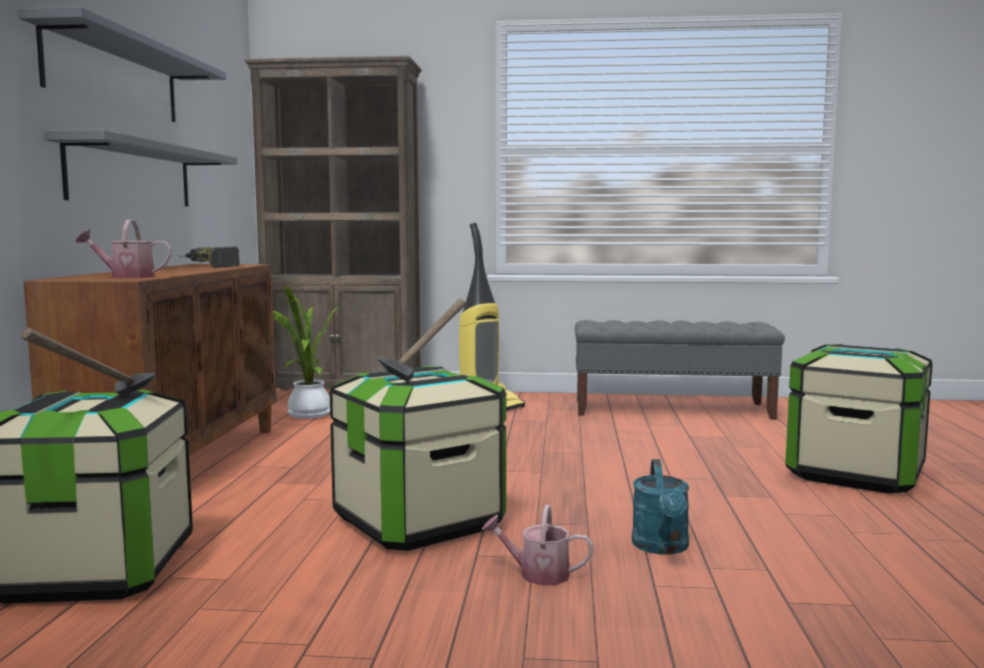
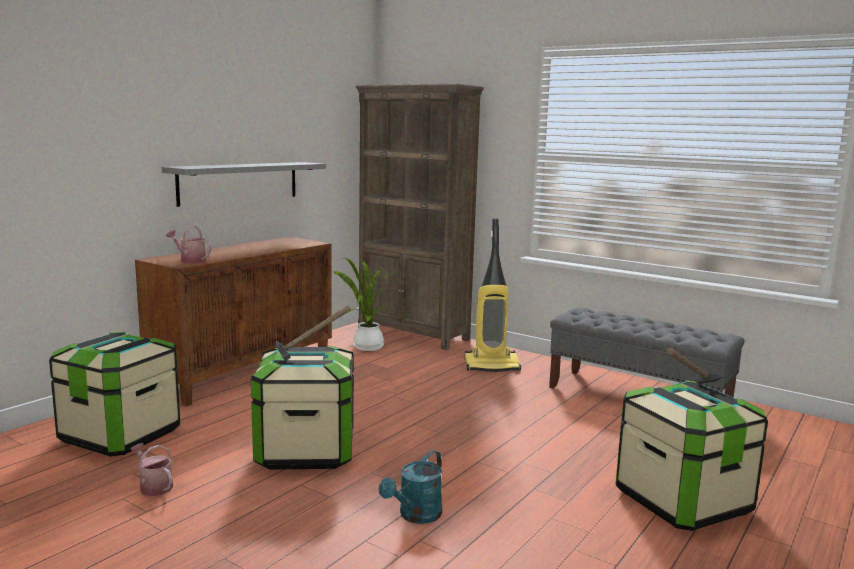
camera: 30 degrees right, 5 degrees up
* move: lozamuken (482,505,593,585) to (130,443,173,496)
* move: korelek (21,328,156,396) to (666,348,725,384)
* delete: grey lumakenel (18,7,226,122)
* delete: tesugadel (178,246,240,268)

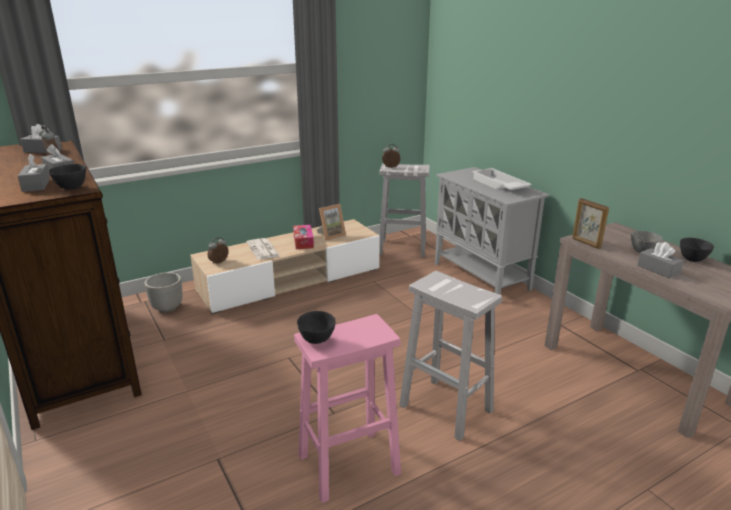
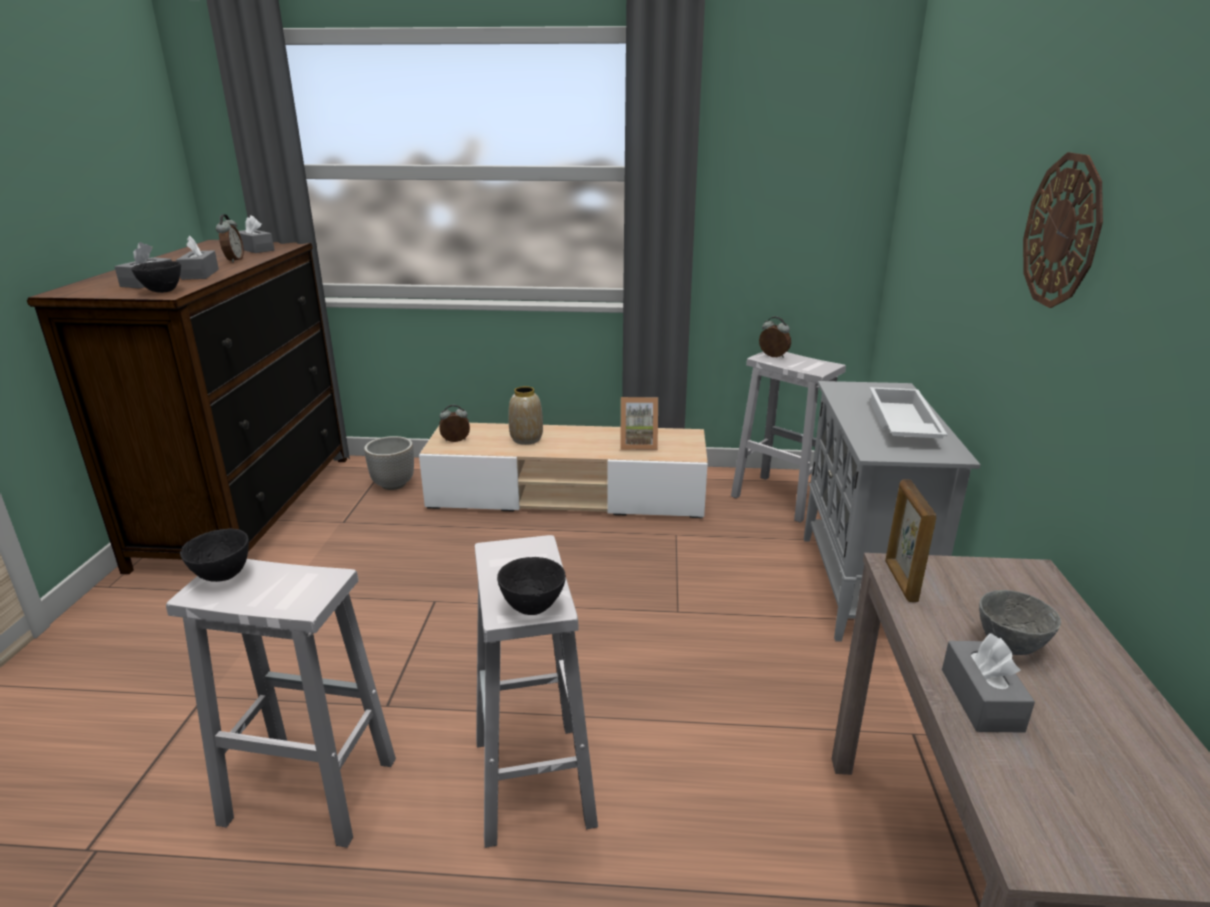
camera: 35 degrees right, 0 degrees up
* recolor: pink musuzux (294,314,401,503) to white musuzux (166,559,396,848)
* move: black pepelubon (680,238,714,262) to (497,557,566,615)
* replace: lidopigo (246,238,280,260) to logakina (508,386,543,445)
* insert: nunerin (1023,152,1103,308)
* delete: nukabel (293,225,314,249)

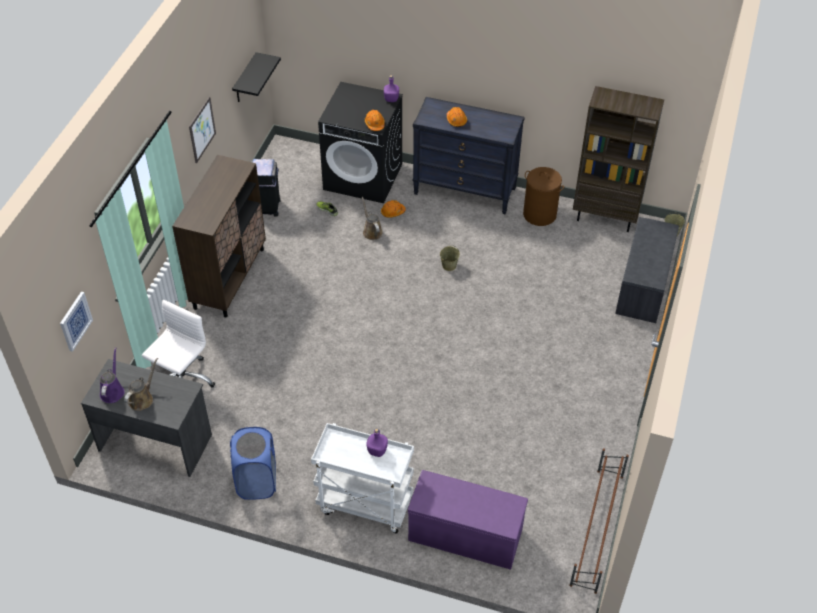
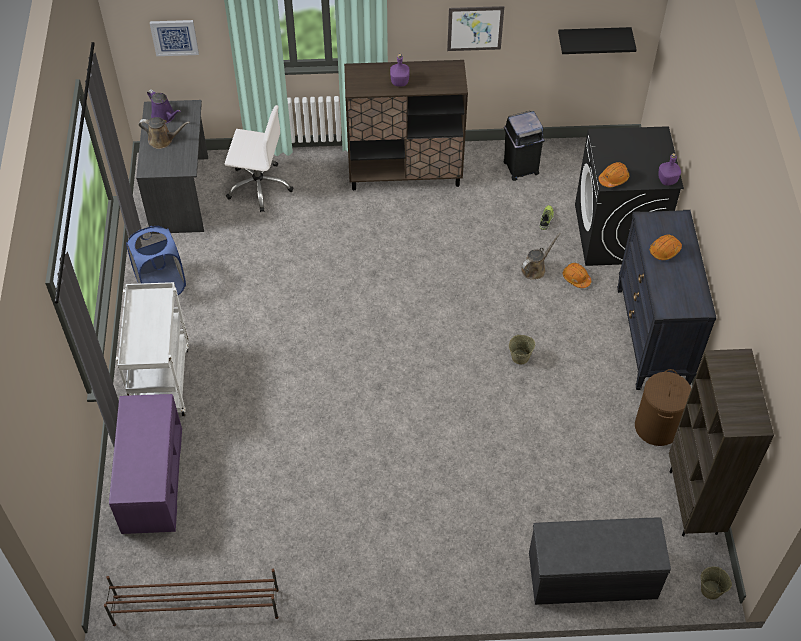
camera: 70 degrees right, 5 degrees up
* rotate: purple lozamuken (100,347,125,403) = (147,89,180,124) 60 degrees clockwise
* move: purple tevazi (366,428,388,457) to (390,54,410,86)

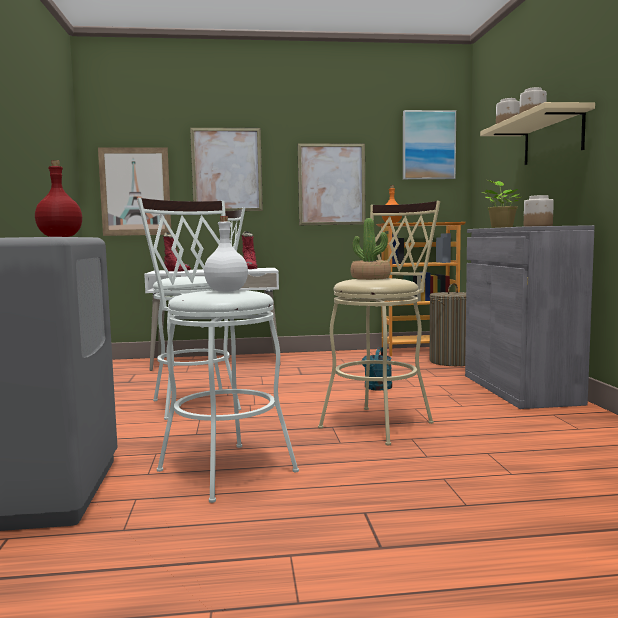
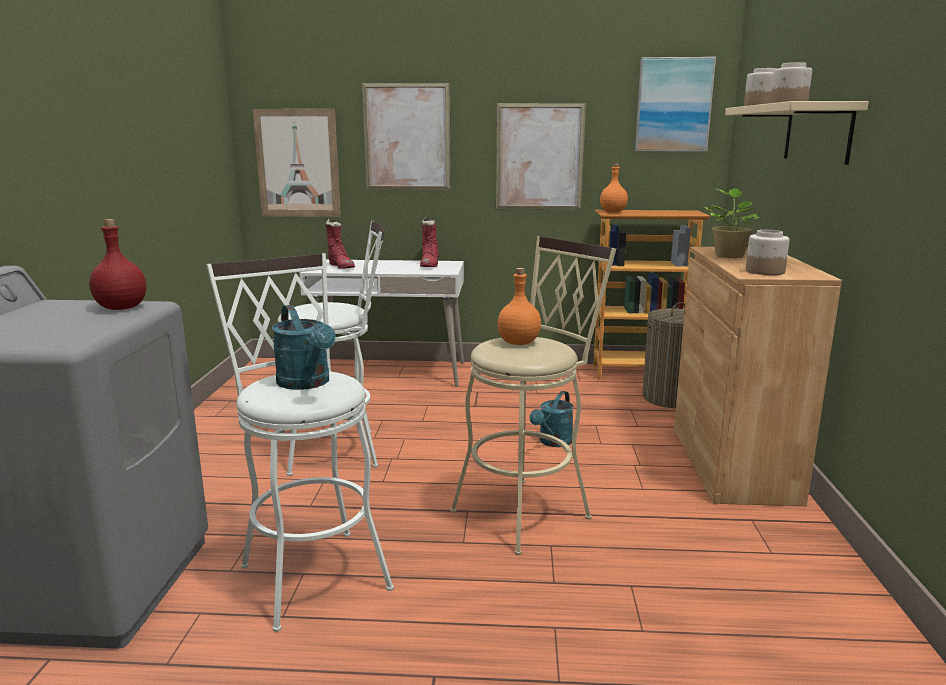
camera: 10 degrees right, 10 degrees up
* replace: white tevazi (204,216,248,292) to turquoise lozamuken (272,305,336,390)
* replace: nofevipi (351,218,391,280) to orange tevazi (497,268,541,345)
* recolor: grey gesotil (465,225,595,409) to brown gesotil (674,247,842,506)

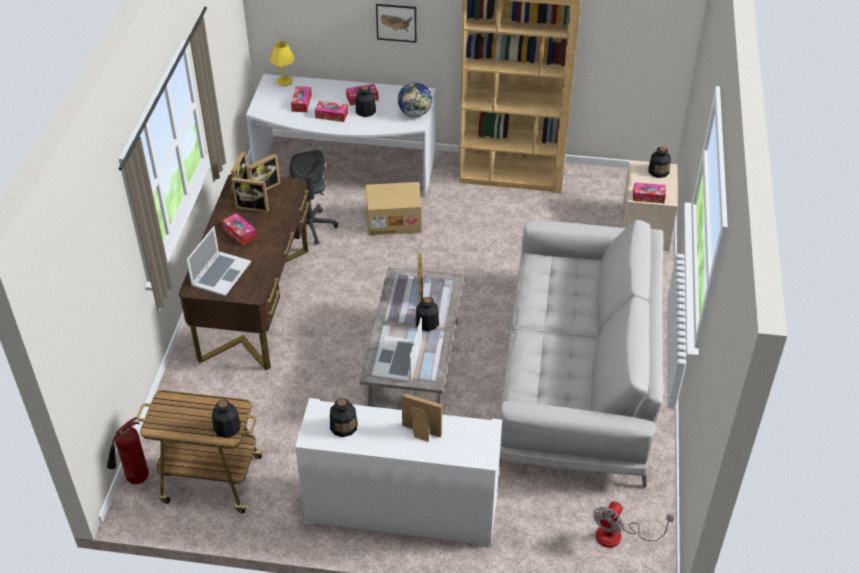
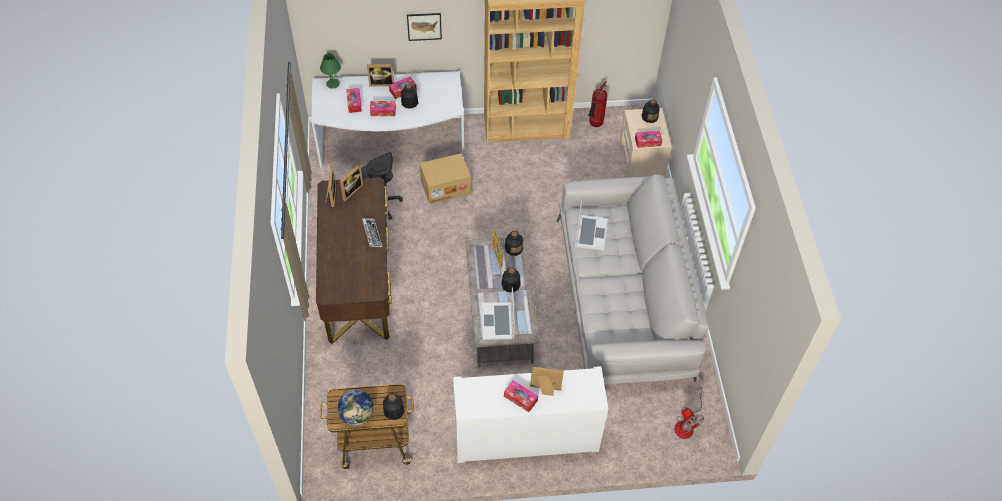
camera: 15 degrees left, 10 degrees up
* recolor: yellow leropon (270,41,295,86) to green leropon (320,53,341,89)
* move: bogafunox (398,82,432,117) to (338,390,373,426)
* insert: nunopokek (362,218,382,247)
* move: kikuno (231,177,269,213) to (367,64,394,86)
* move: nukabel (222,213,257,246) to (504,380,538,412)
* move: tevazi (330,398,357,437) to (505,231,523,256)
* move: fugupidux (186,226,251,296) to (575,199,608,251)
* move: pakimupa (107,417,149,484) to (588,81,608,127)
* rotate: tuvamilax (593,501,674,548) = (674,385,704,439) 45 degrees counterclockwise

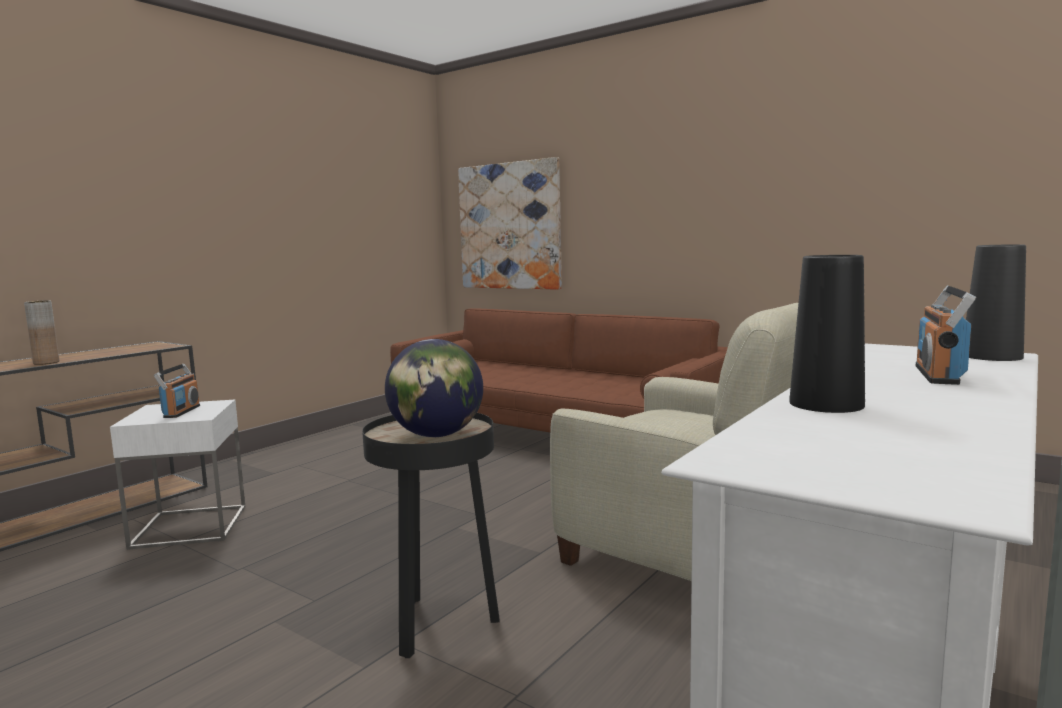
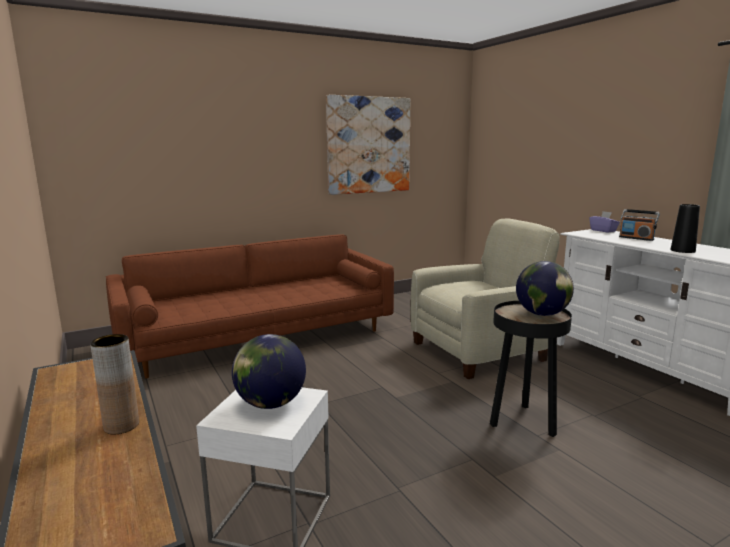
camera: 65 degrees left, 5 degrees up
* replace: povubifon (154,364,200,418) to bogafunox (232,334,306,409)
* move: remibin (458,157,562,290) to (326,95,410,195)
* replace: black logakina (966,244,1026,361) to purple nukabel (589,211,620,233)

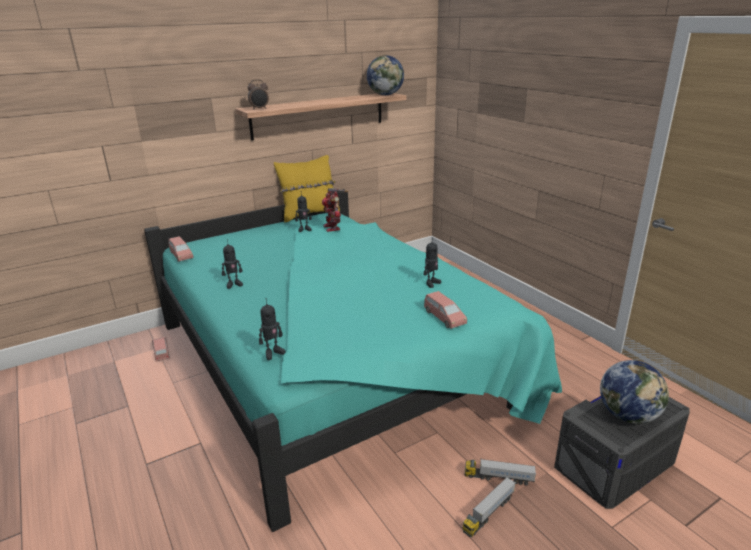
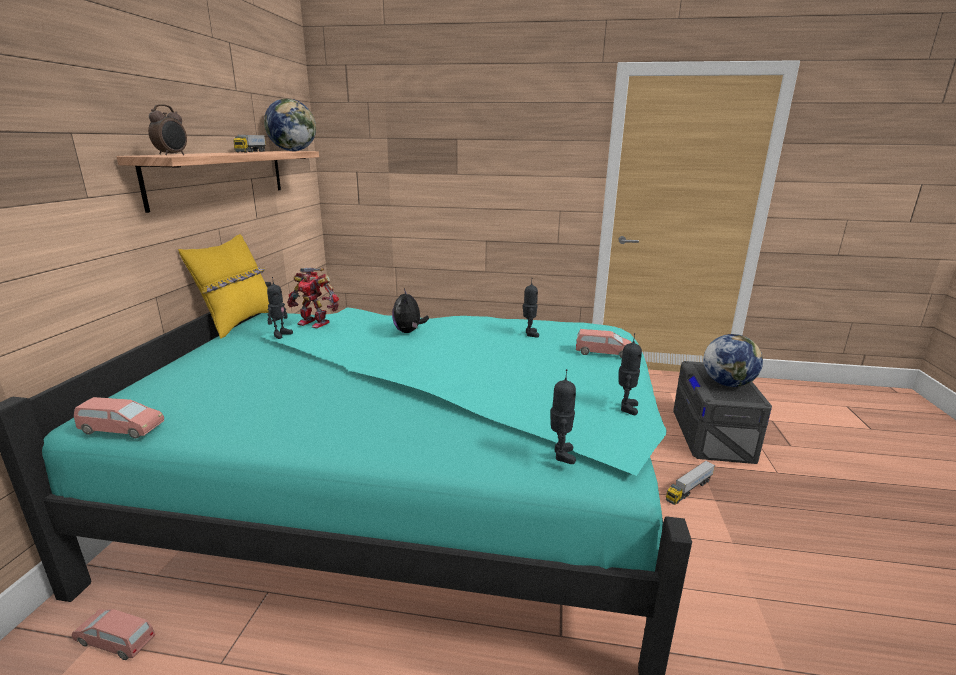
camera: 50 degrees left, 5 degrees down
* move: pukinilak (462,477,516,537) to (234,135,266,153)
* insert: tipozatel (392,289,429,333)
* move: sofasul (222,239,243,289) to (619,333,642,415)

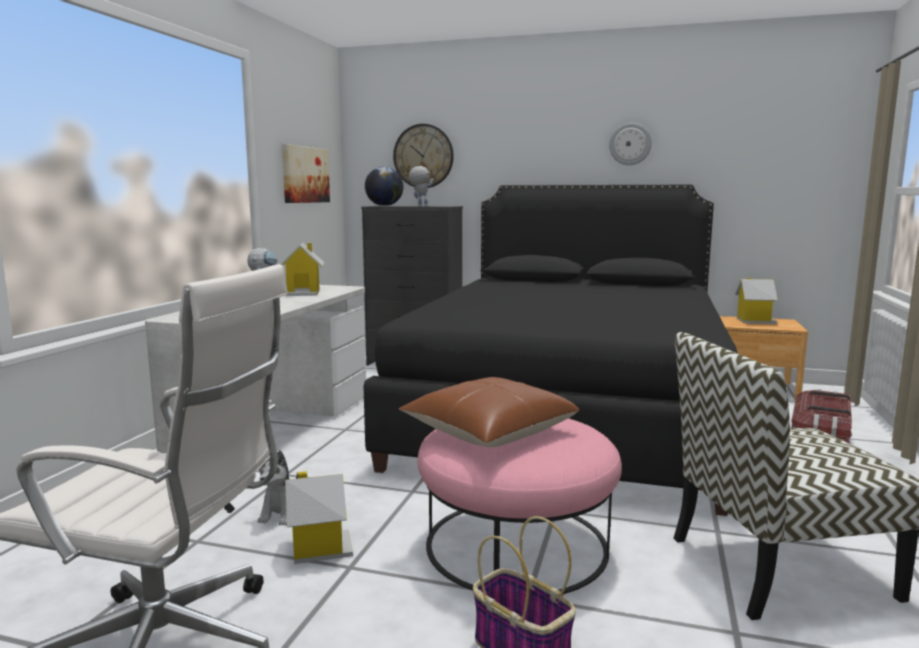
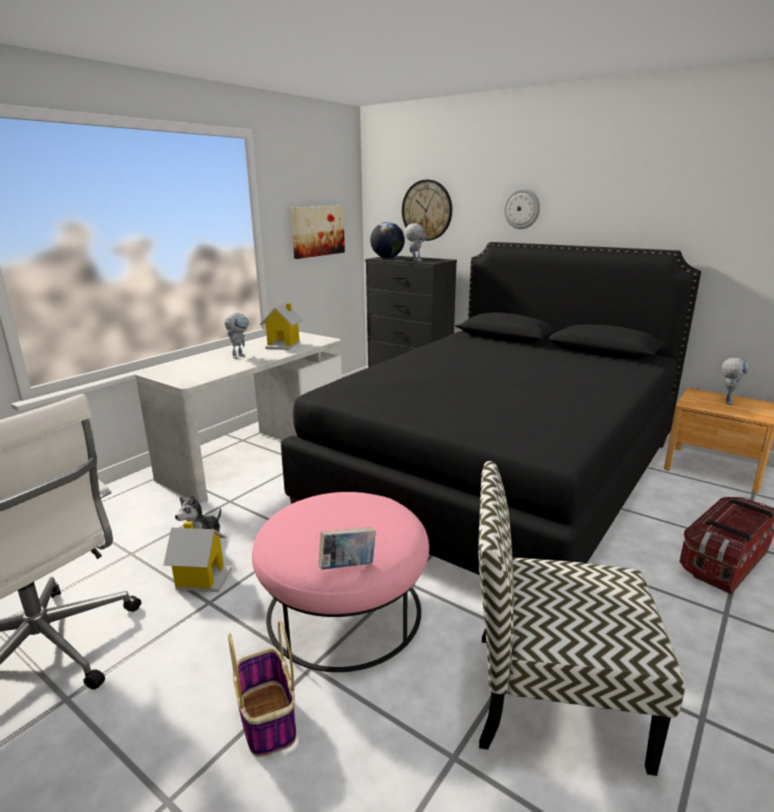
camera: 20 degrees right, 10 degrees up
* insert: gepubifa (319,527,376,569)
* move: nunerin (609,123,652,165) to (504,188,540,229)
* replace: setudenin (735,278,778,324) to sofasul (721,357,749,405)
* delete: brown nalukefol (399,377,579,447)

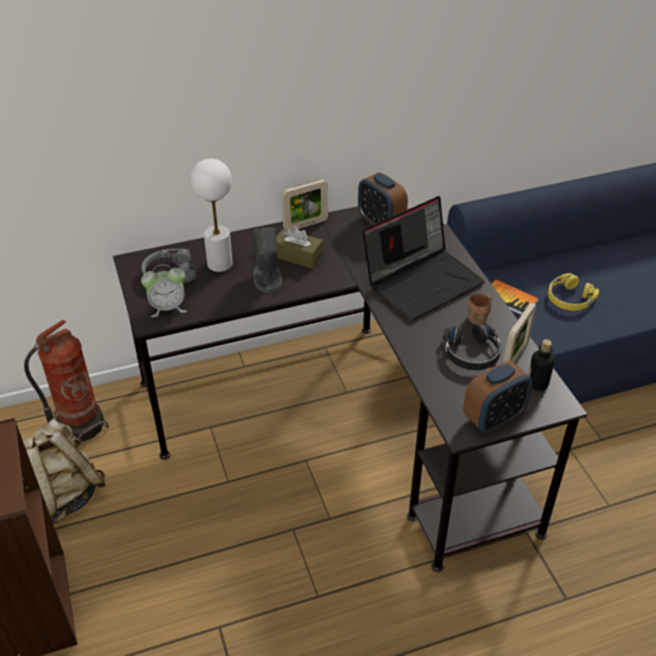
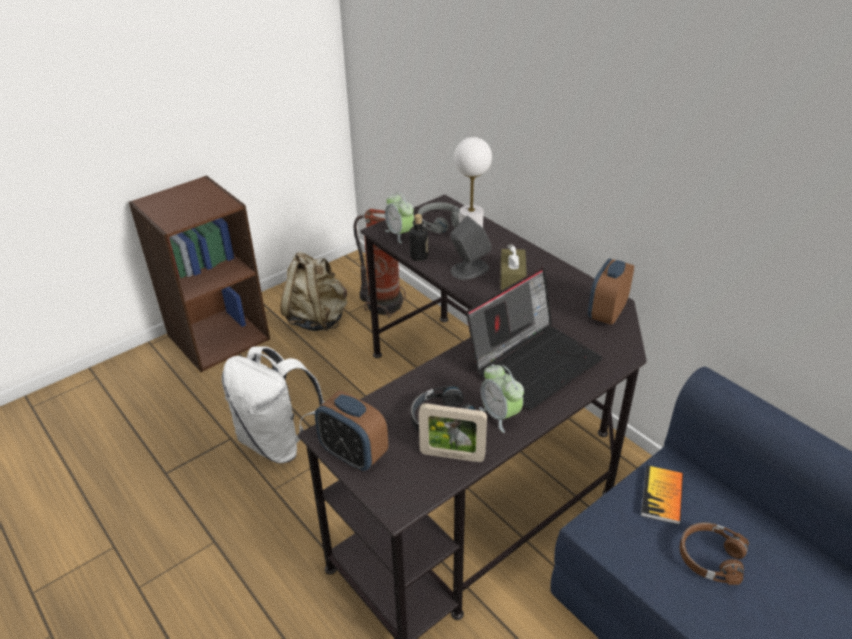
camera: 70 degrees right, 5 degrees down
* insert: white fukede (222,346,325,463)
* move: tevazi (528,339,555,391) to (409,214,428,261)
* rotate: fugupidux (362,196,485,321) = (466,267,603,410) 75 degrees counterclockwise
* replace: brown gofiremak (467,293,492,324) to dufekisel (479,364,524,433)
* recolor: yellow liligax (548,273,599,311) to brown liligax (680,522,749,585)
* delete: kikuno (282,179,328,230)

